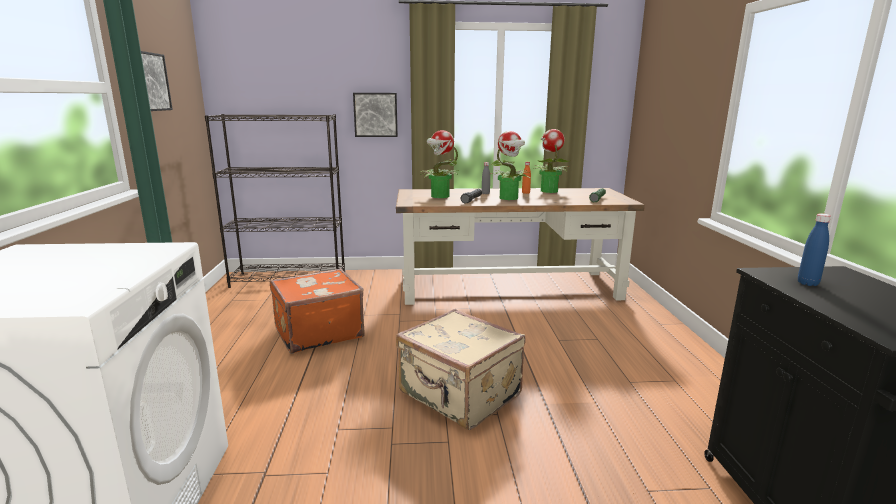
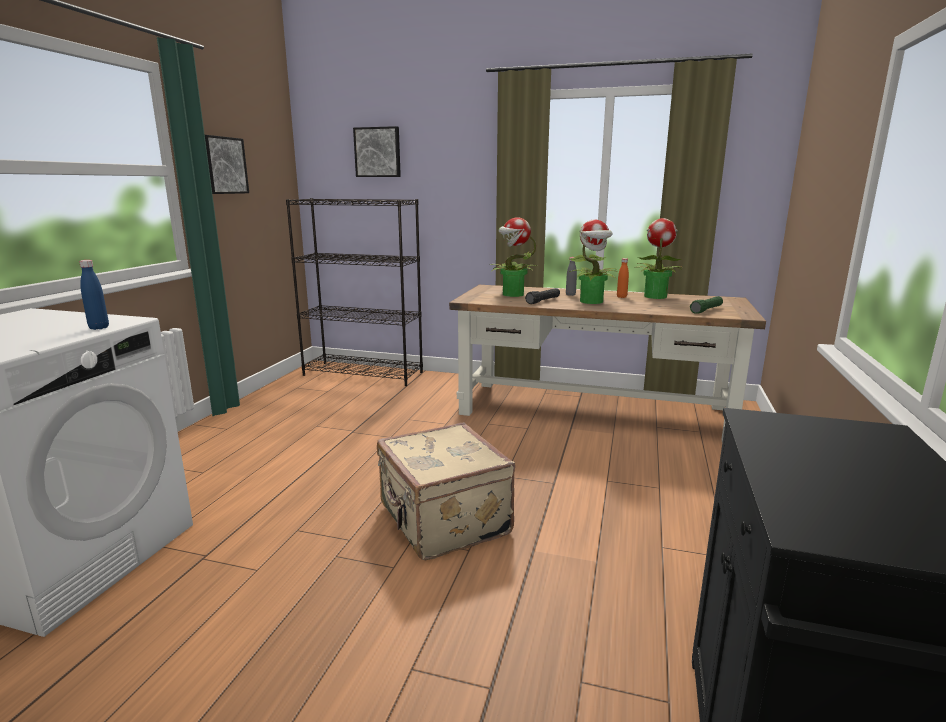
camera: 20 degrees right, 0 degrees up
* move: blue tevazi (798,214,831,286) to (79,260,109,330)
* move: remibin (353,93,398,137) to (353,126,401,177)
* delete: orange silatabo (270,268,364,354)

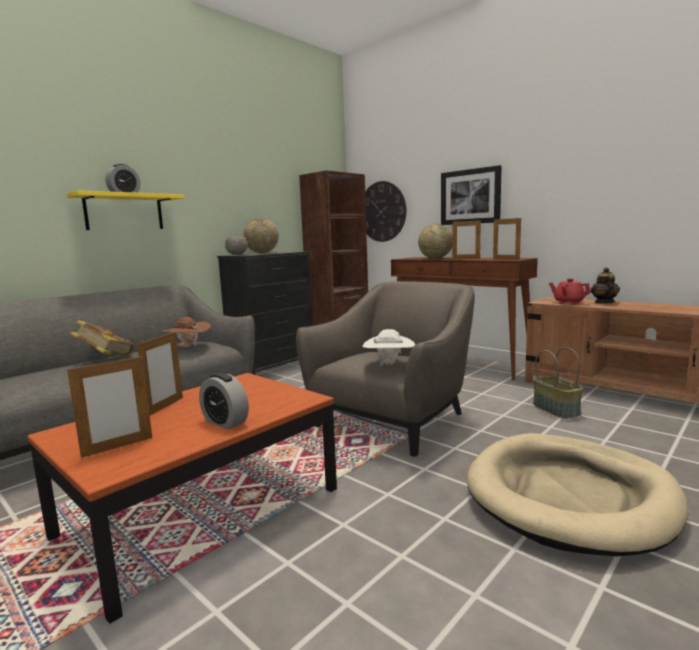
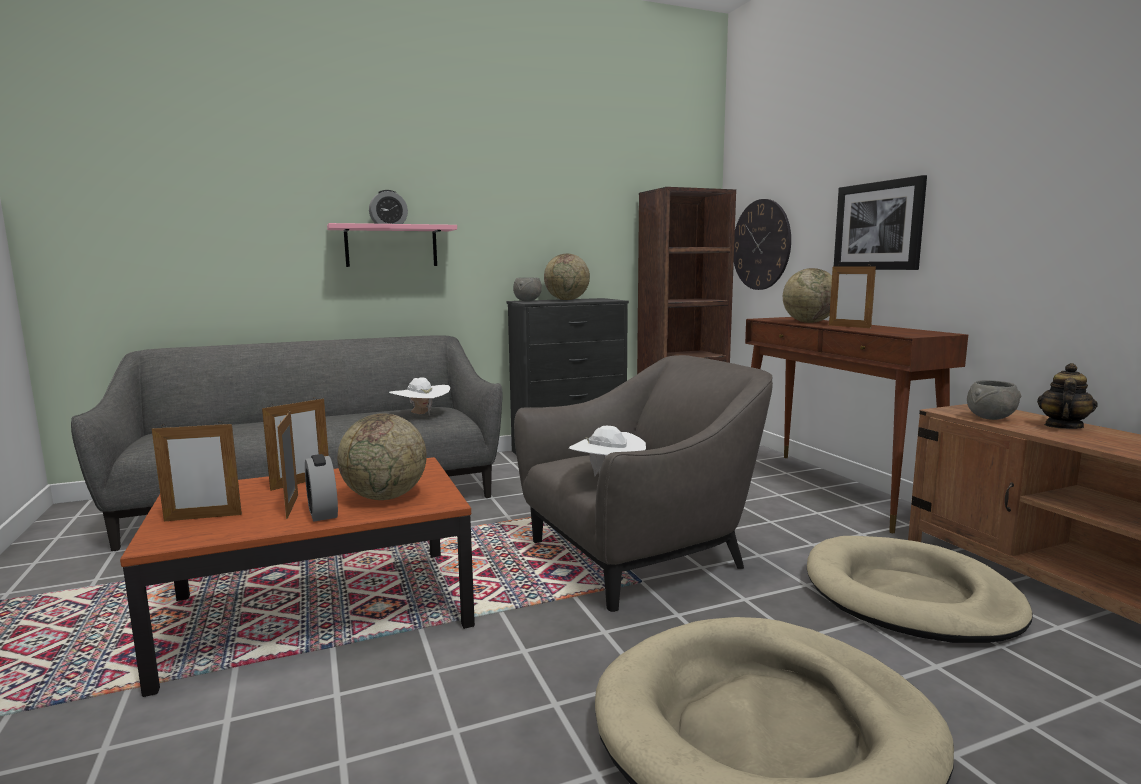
camera: 25 degrees right, 0 degrees up
* move: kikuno (493,218,521,260) to (278,411,298,519)
* recolor: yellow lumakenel (66,190,185,230) to pink lumakenel (327,223,457,267)
* insert: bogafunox (337,413,427,500)
* recolor: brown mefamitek (162,317,211,347) to white mefamitek (389,377,450,415)
* replace: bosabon (533,347,583,419) to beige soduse (807,536,1033,643)
* replace: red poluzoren (549,279,591,305) to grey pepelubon (967,380,1021,420)
* delete: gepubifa (70,320,134,356)

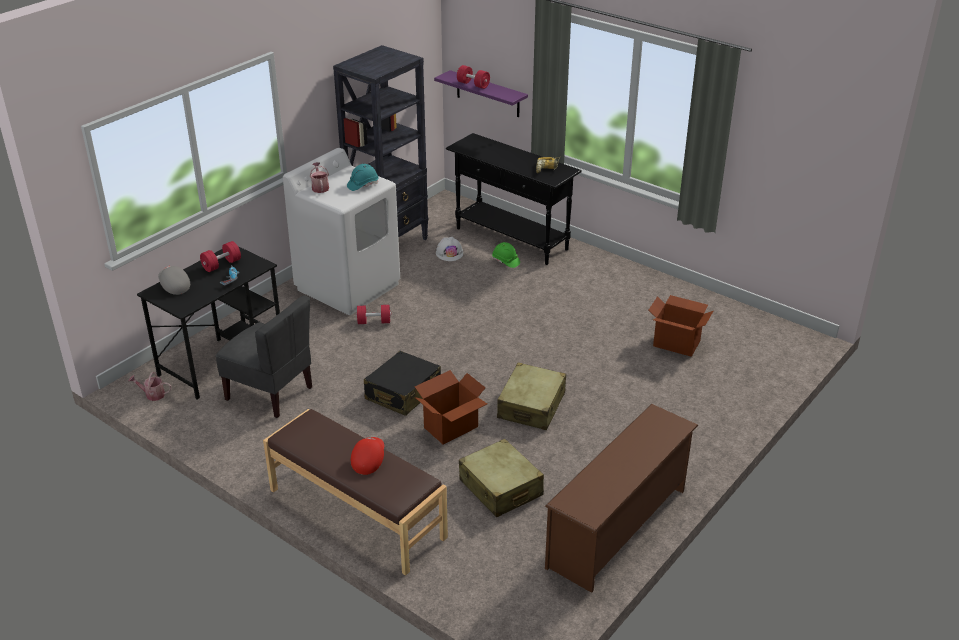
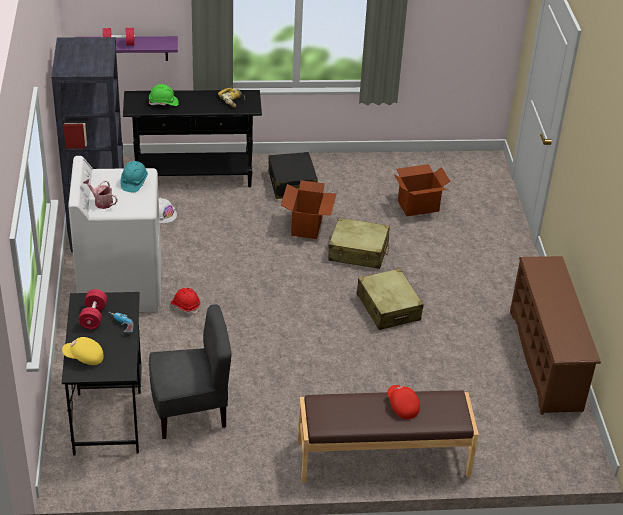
camera: 45 degrees left, 5 degrees up
* recolor: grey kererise (158,266,190,295) to yellow kererise (62,337,104,365)
* move: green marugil (492,242,520,268) to (148,84,179,106)
* replace: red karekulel (356,305,391,324) to red marugil (171,288,200,315)
* move: black silatabo (364,351,441,416) to (268,152,318,199)
* move: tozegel (415,370,487,445) to (281,180,337,239)
* move: beige silatabo (459,439,544,517) to (328,218,390,269)
* delete: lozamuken (129,372,171,401)

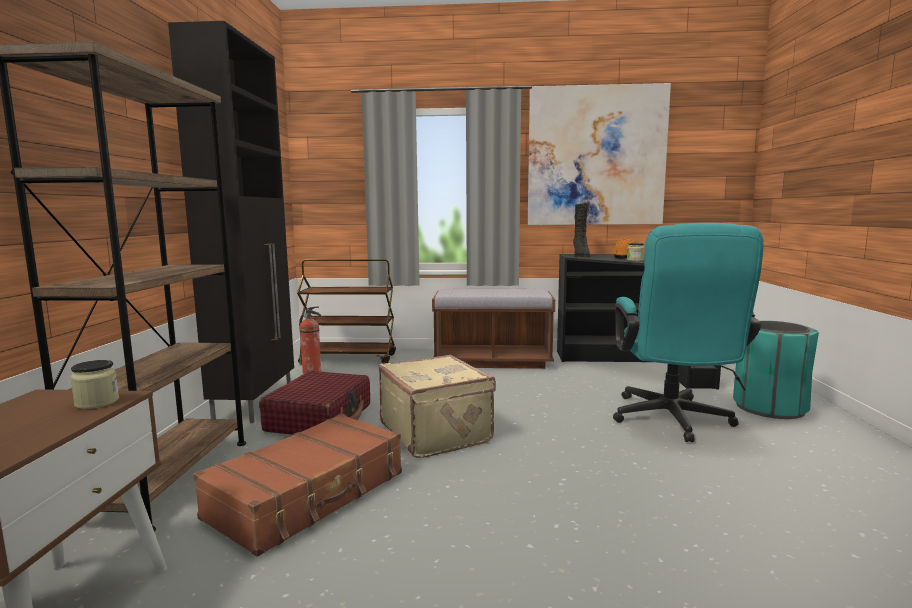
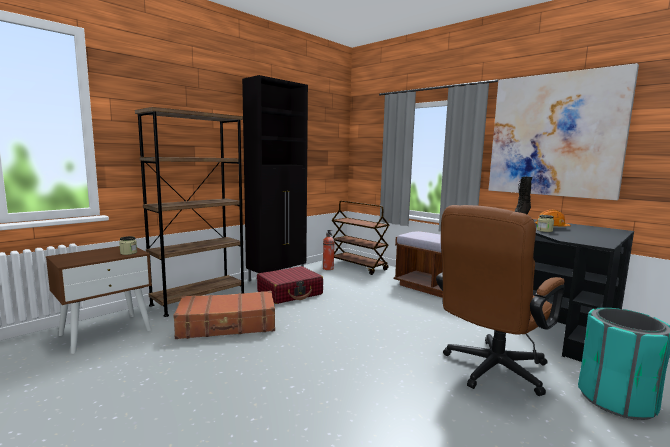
camera: 40 degrees right, 0 degrees up
* recolor: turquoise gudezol (613,223,764,442) to brown gudezol (436,205,565,396)
* delete: beige silatabo (379,355,496,458)

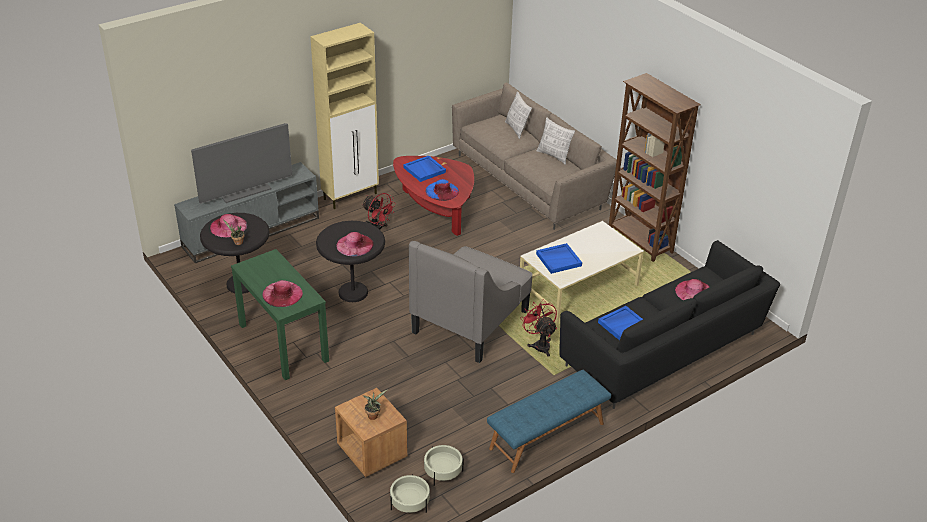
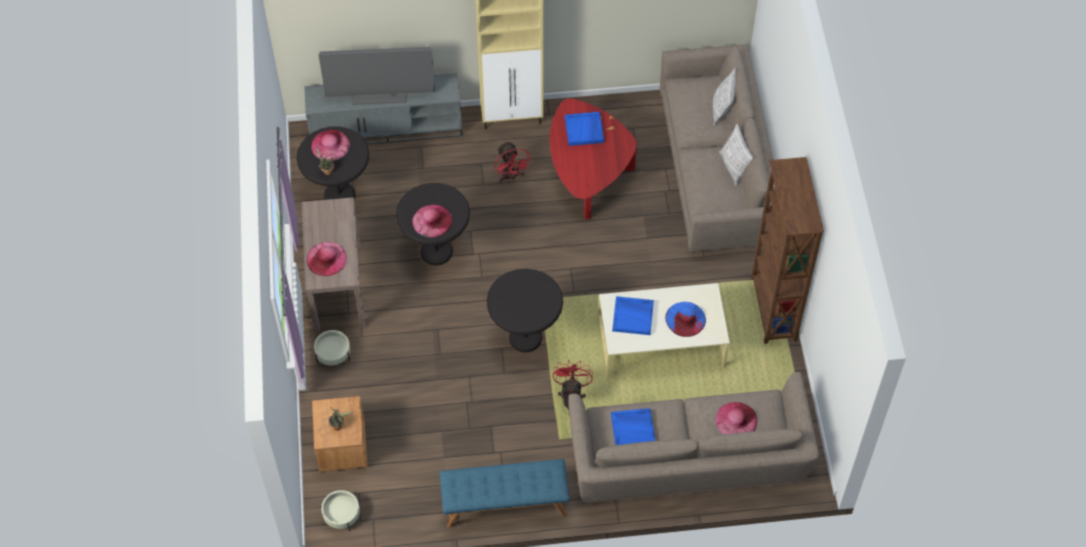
camera: 30 degrees right, 20 degrees up
* recolor: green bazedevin (231,249,329,380) to brown bazedevin (302,197,366,332)
* move: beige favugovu (424,445,464,486) to (314,330,350,365)
* replace: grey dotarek (409,241,533,363) to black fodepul (487,269,563,352)
* recolor: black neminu (559,240,780,409) to beige neminu (568,372,819,504)
* move: blue mefamitek (425,179,459,201) to (665,302,706,337)

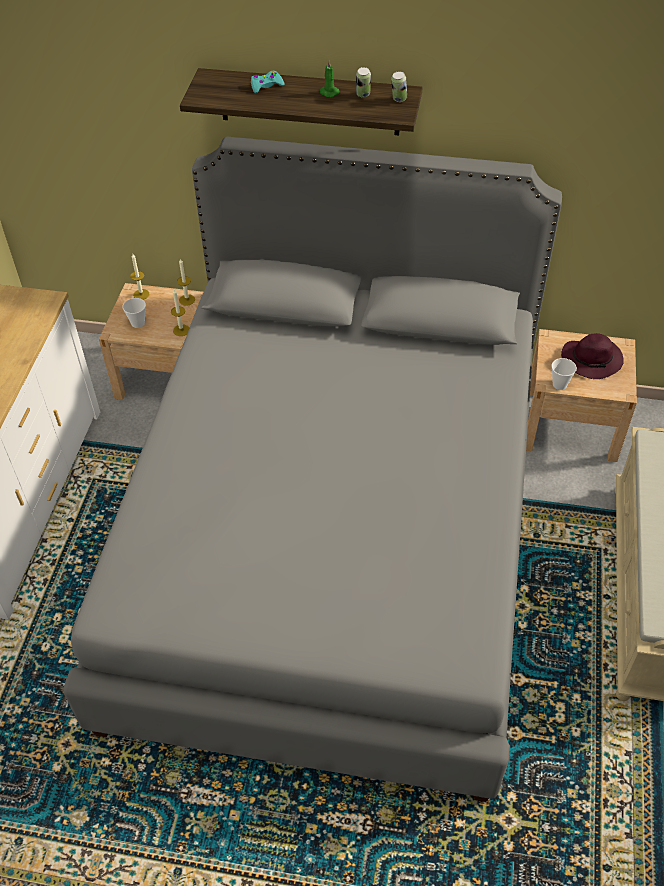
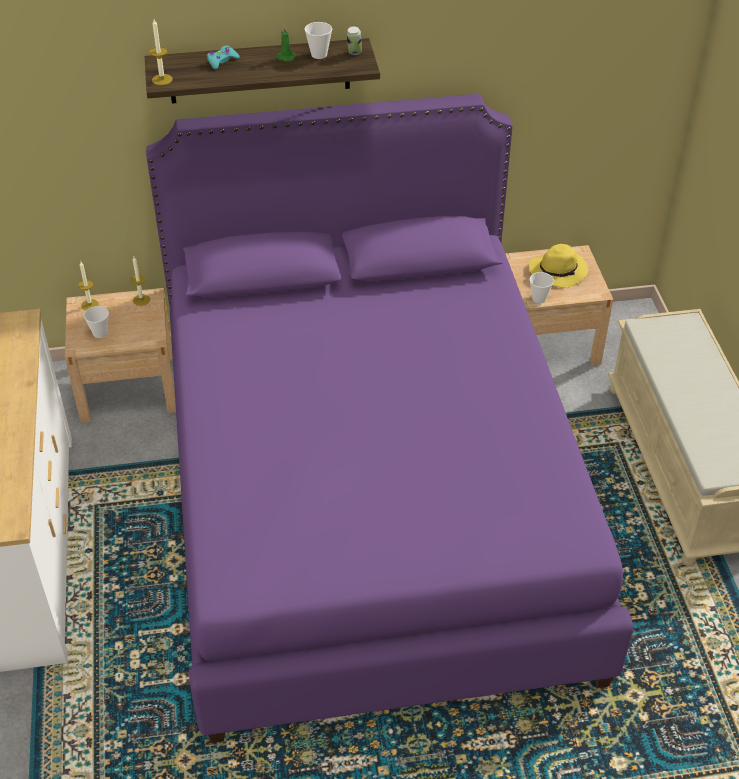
camera: 20 degrees left, 5 degrees down
* recolor: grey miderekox (63,137,562,802) to purple miderekox (146,94,634,743)
* move: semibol (171,289,189,336) to (150,19,173,85)
* replace: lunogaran (356,67,371,98) to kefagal (304,22,332,59)
* recolor: purple mefamitek (561,333,624,379) to yellow mefamitek (529,244,588,288)

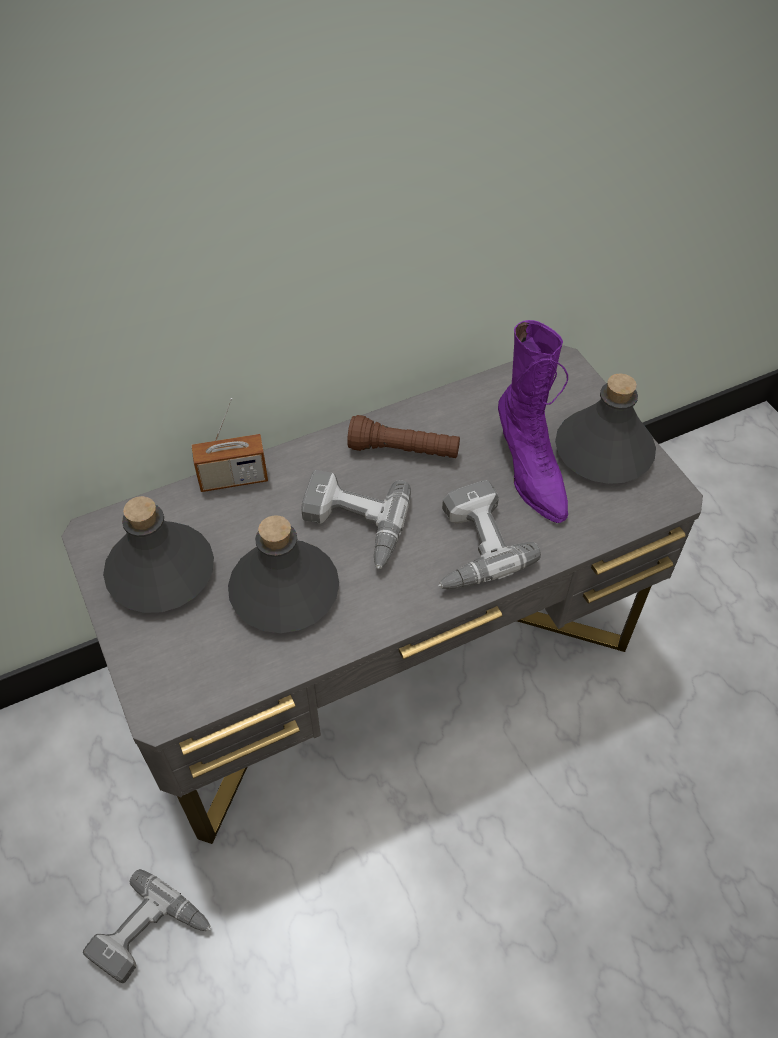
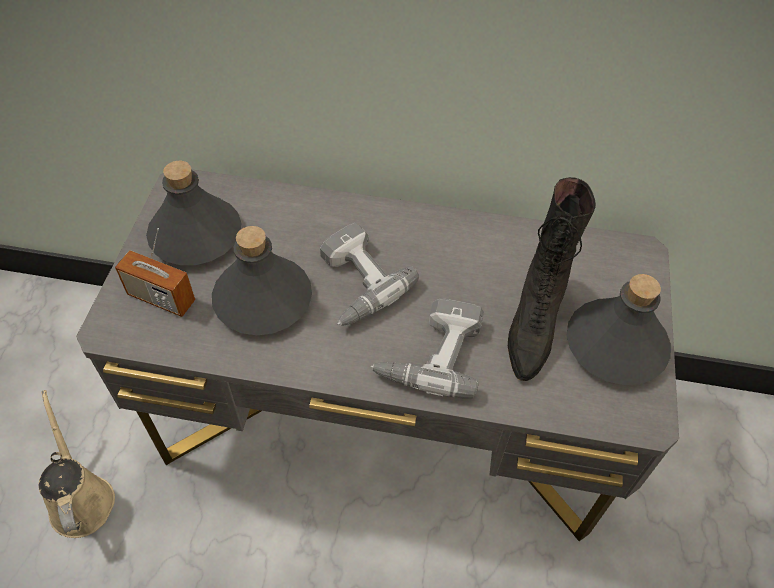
camera: 35 degrees right, 0 degrees up
* replace: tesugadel (83,869,211,983) to beige lozamuken (38,390,115,538)
* move: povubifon (192,398,268,492) to (115,228,195,317)
* recolor: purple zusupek (498,320,568,523) to black zusupek (508,177,596,381)
* delete: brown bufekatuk (347,415,460,458)

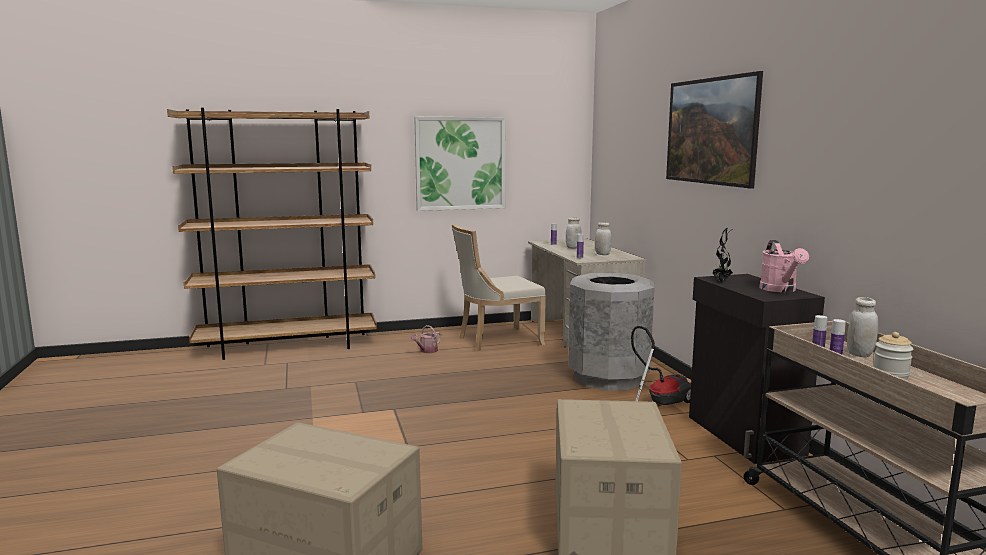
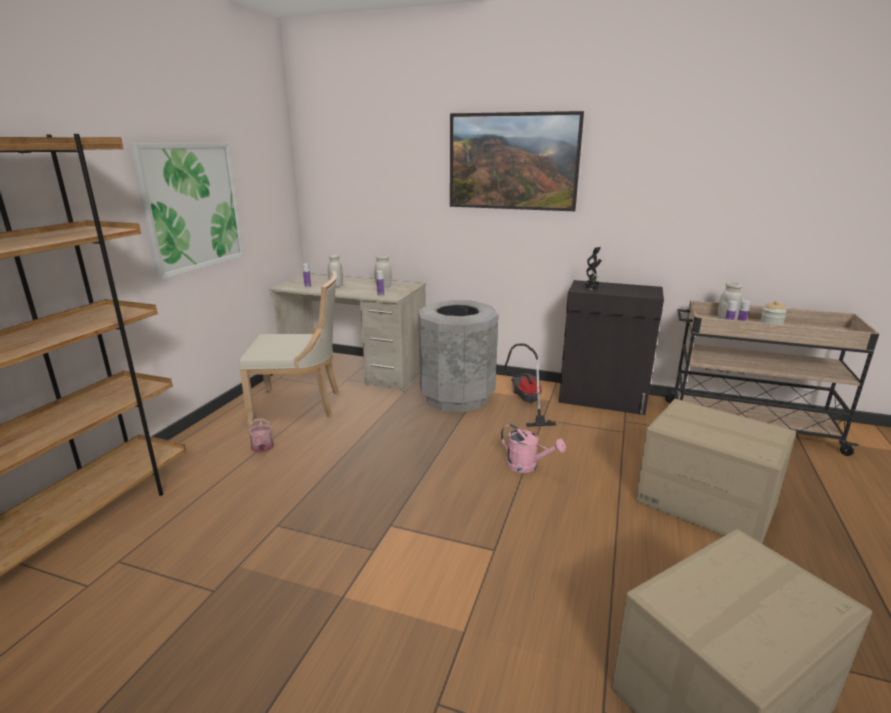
camera: 55 degrees left, 10 degrees up
* rotate: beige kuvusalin (452,224,546,351) = (239,271,339,424) 105 degrees counterclockwise
* move: pink lozamuken (760,240,809,293) to (501,424,566,473)

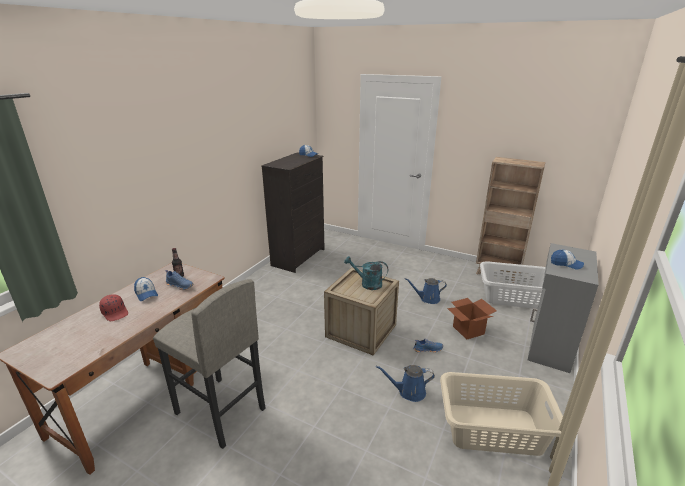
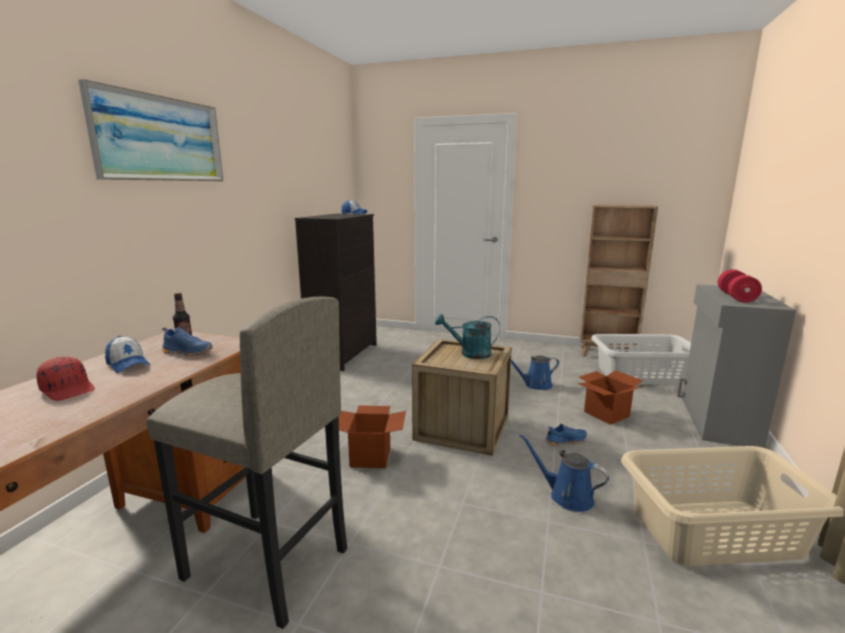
camera: 10 degrees left, 10 degrees down
* insert: remibin (78,79,223,181)
* insert: tozegel (339,405,406,468)
* rotate: blue lozamuken (376,365,435,402) = (519,434,609,512) 45 degrees clockwise
* replace: kererise (551,250,584,270) to red karekulel (718,269,762,303)

